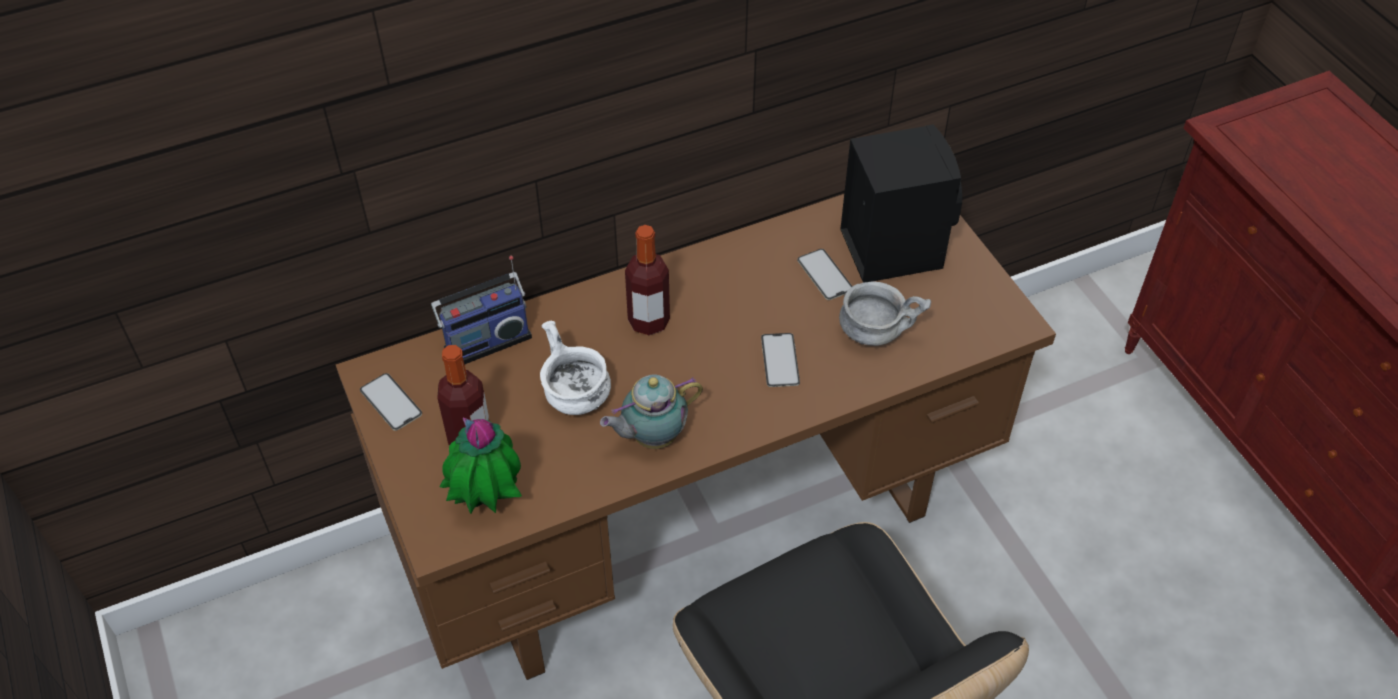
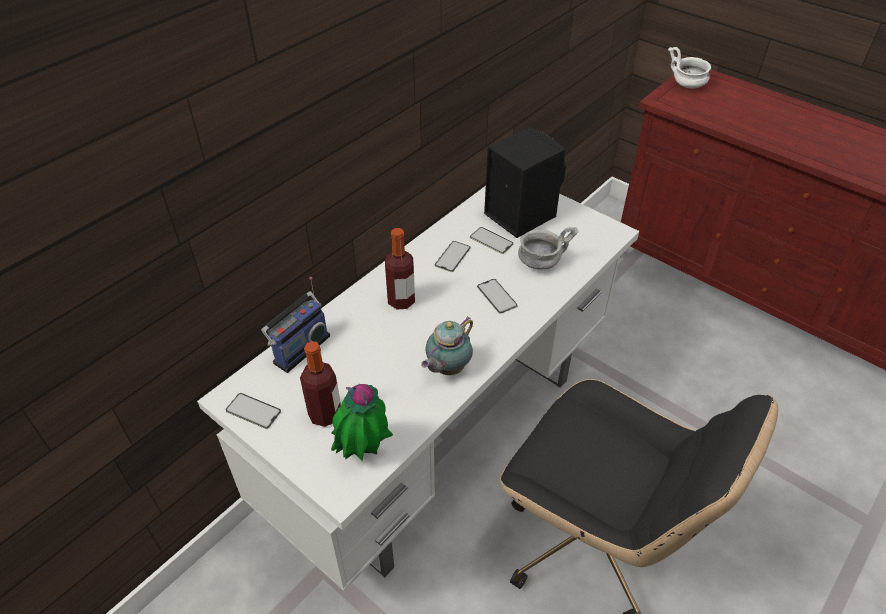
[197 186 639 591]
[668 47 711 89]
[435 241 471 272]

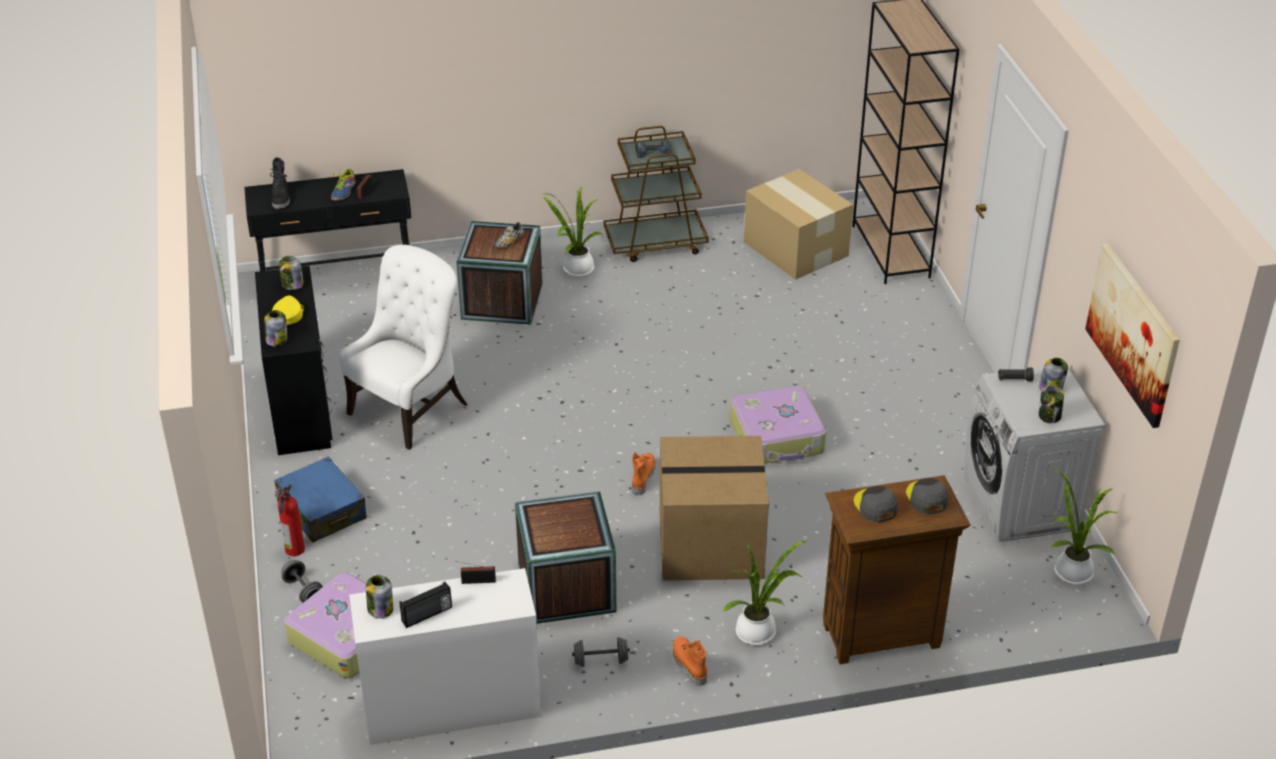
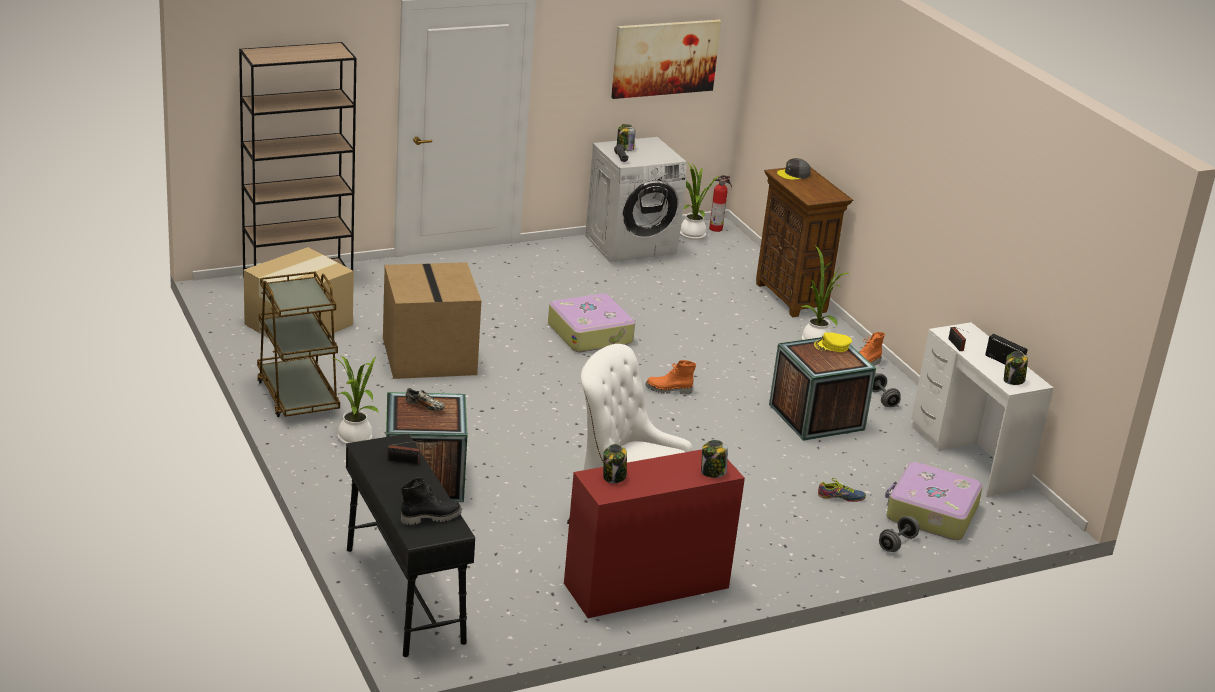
[564 449 745 618]
[814 332 852 352]
[274 457 367 543] (first image)
[709 175 732 232]
[818 478 866 502]
[635 139 672 159] (first image)
[383 262 481 379]
[854 486 898 523] (first image)
[1039 385 1064 423] (first image)

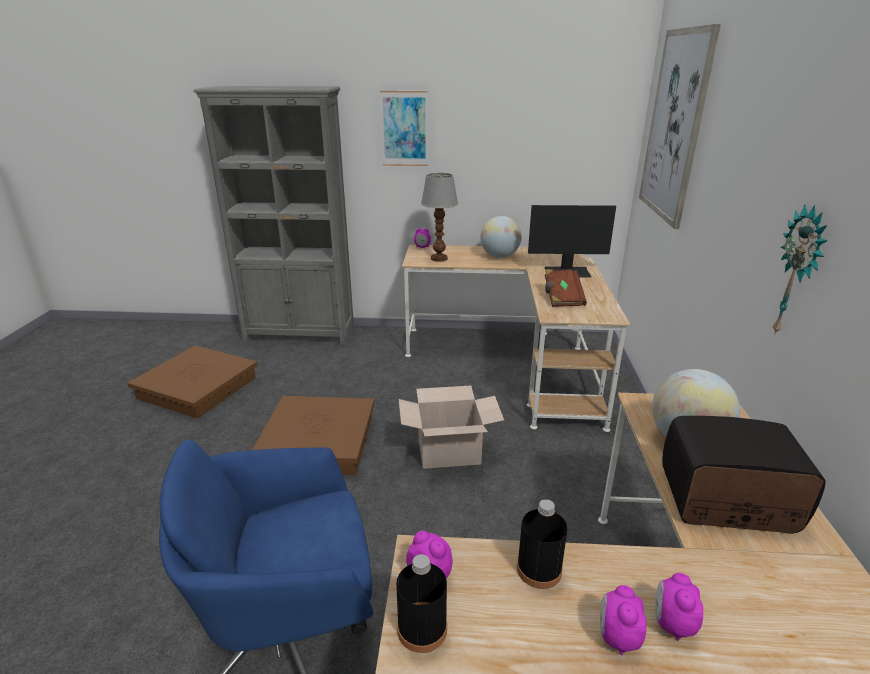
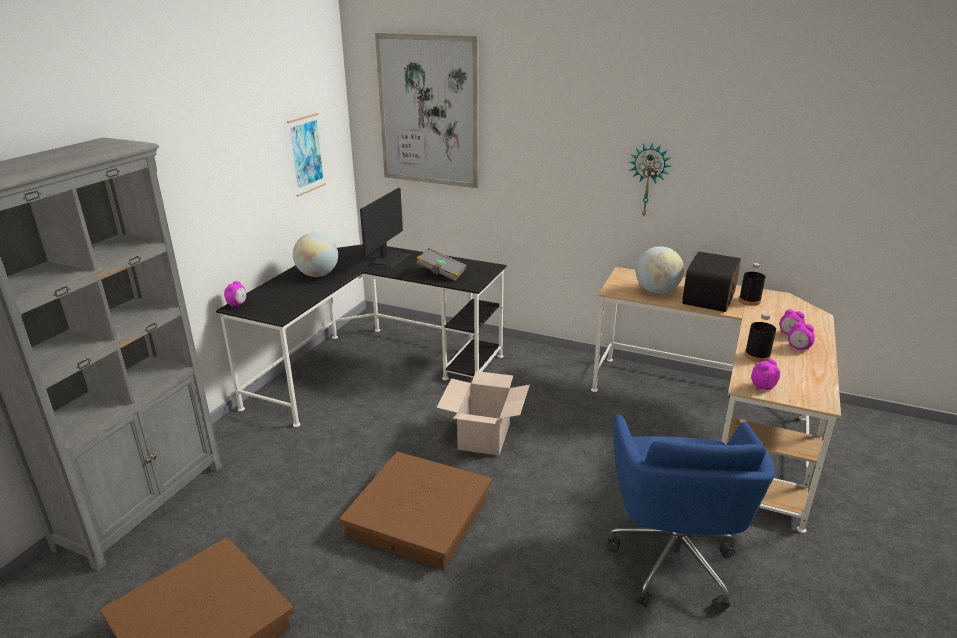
[287 113 326 197]
[739 263 766 306]
[216 244 507 427]
[421 173 458 262] (first image)
[416 248 467 281]

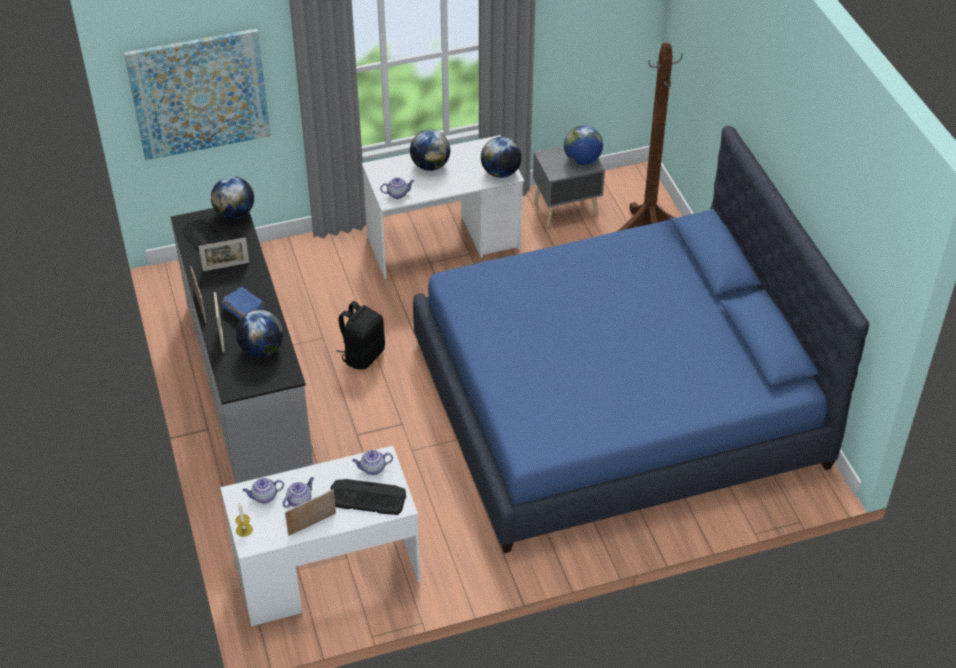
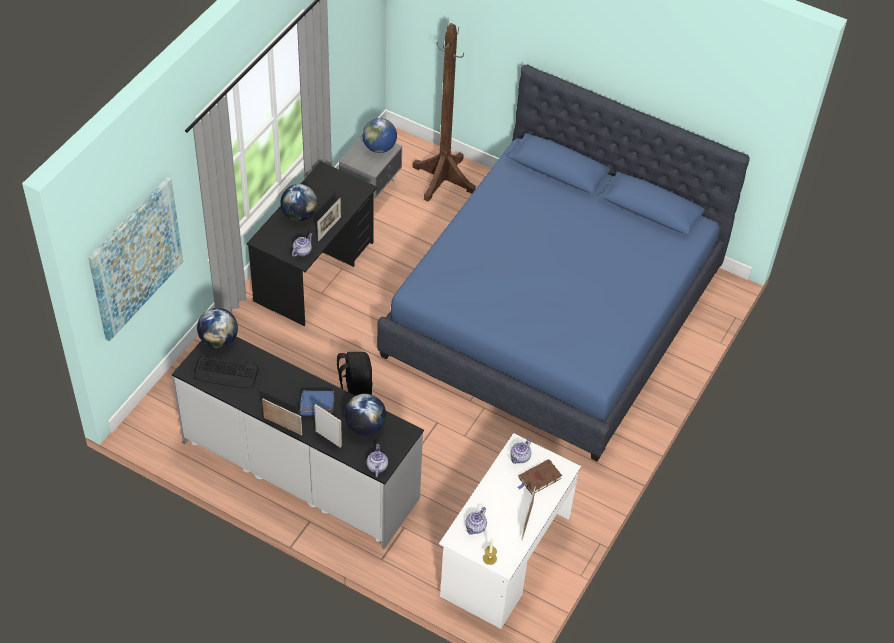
[317 198 341 241]
[366 443 388 477]
[518 459 562 494]
[247 161 377 326]
[481 137 522 178] (first image)

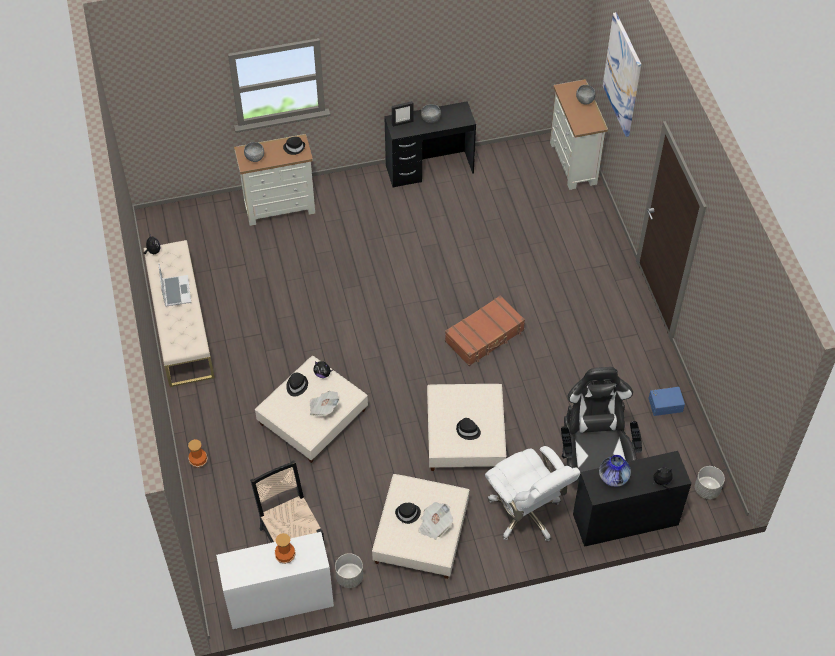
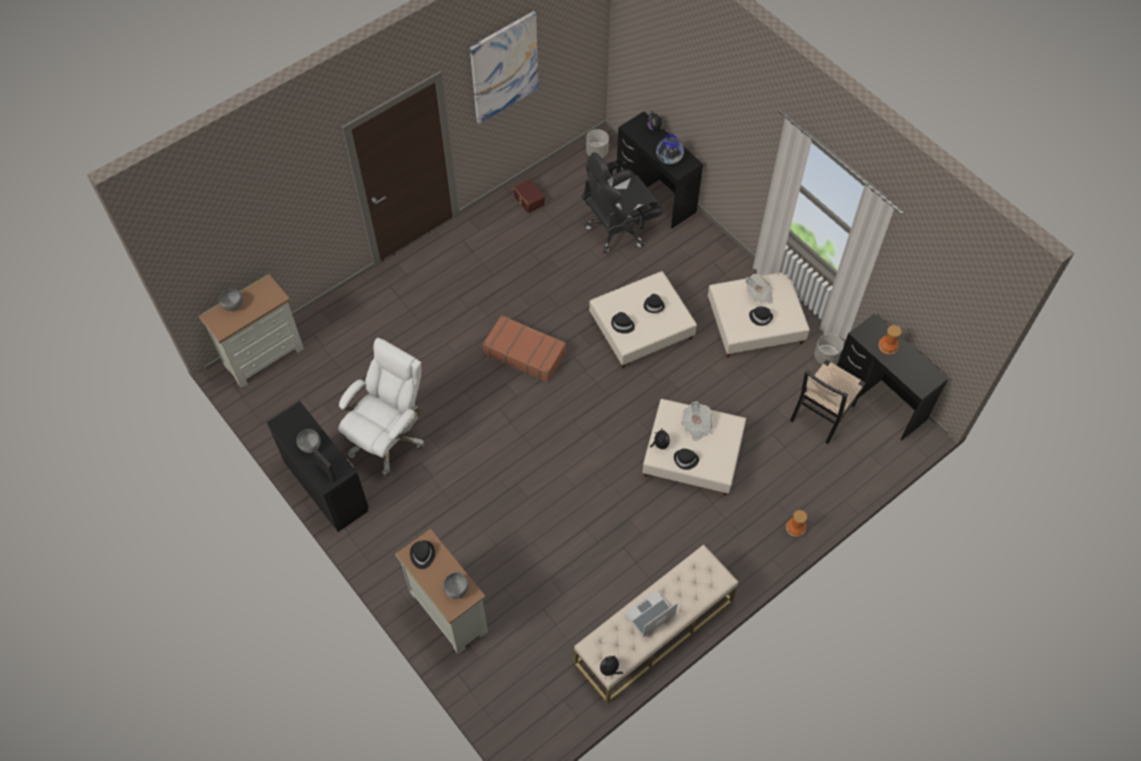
[837 313 948 440]
[338 338 424 476]
[470 11 538 124]
[513 179 545 213]
[611 312 635 334]

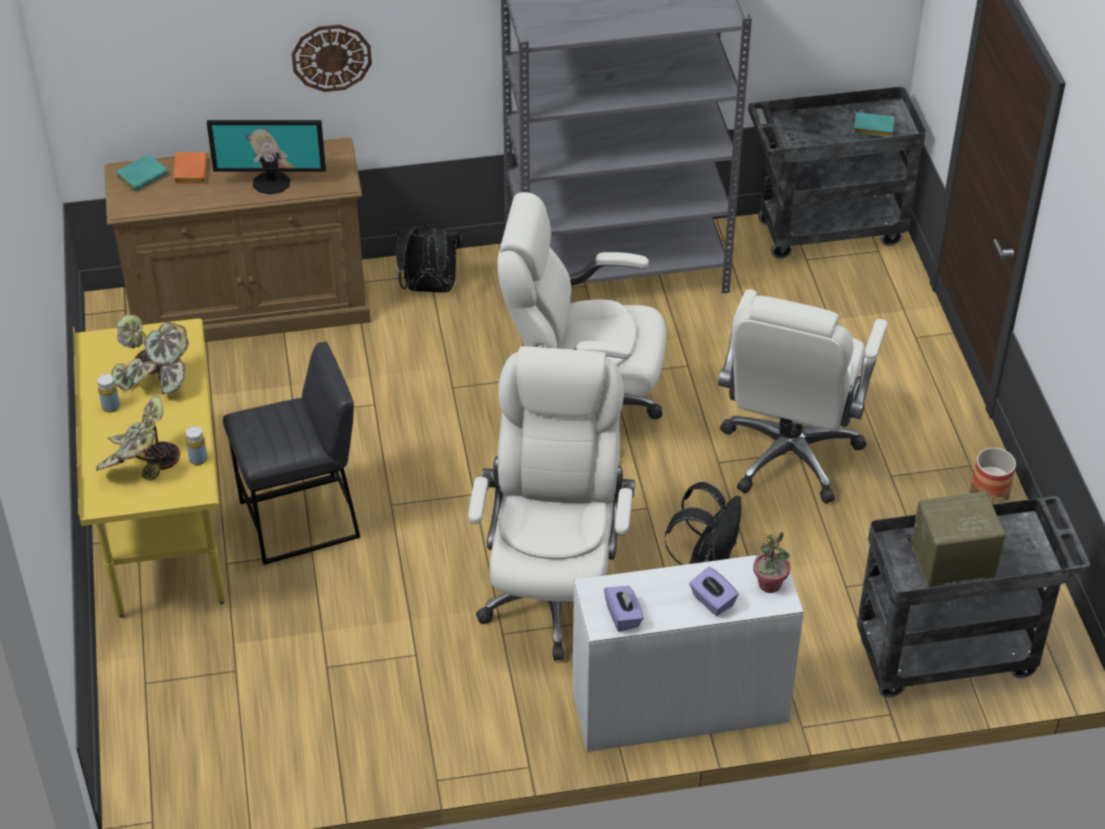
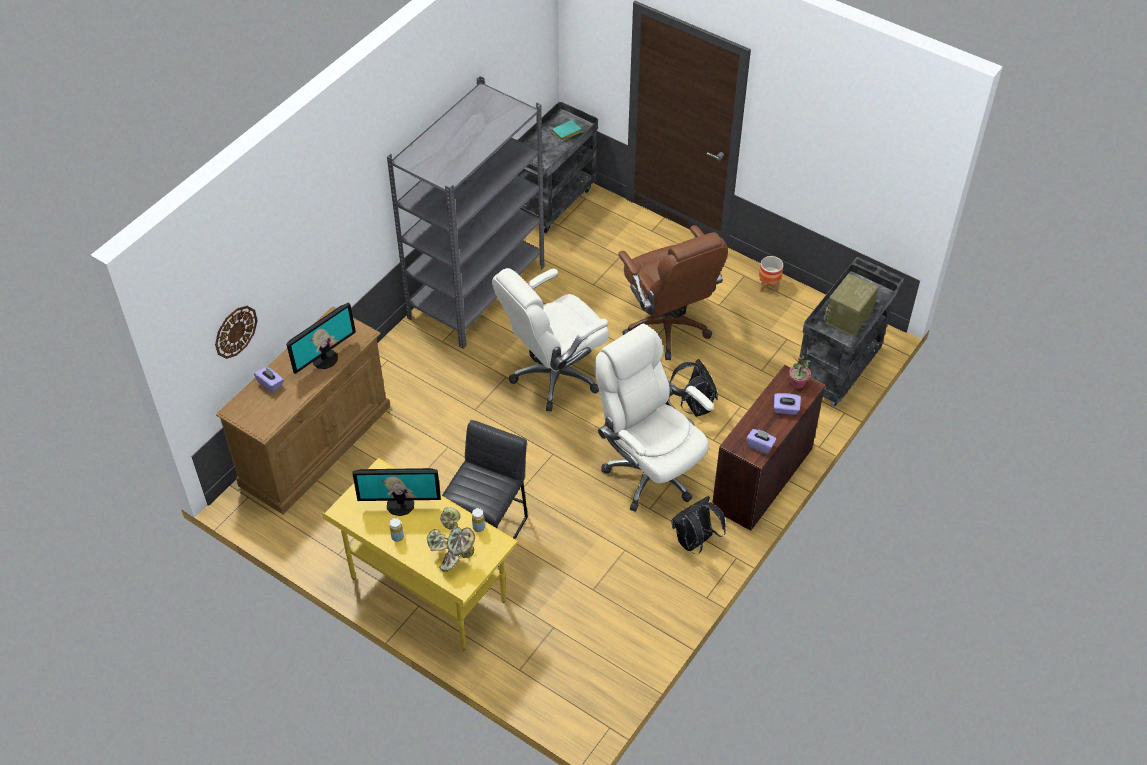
[353 468 441 516]
[116 154 168 192] (first image)
[254 367 283 393]
[215 306 258 359]
[672 496 726 554]
[712 365 825 531]
[618 225 728 360]

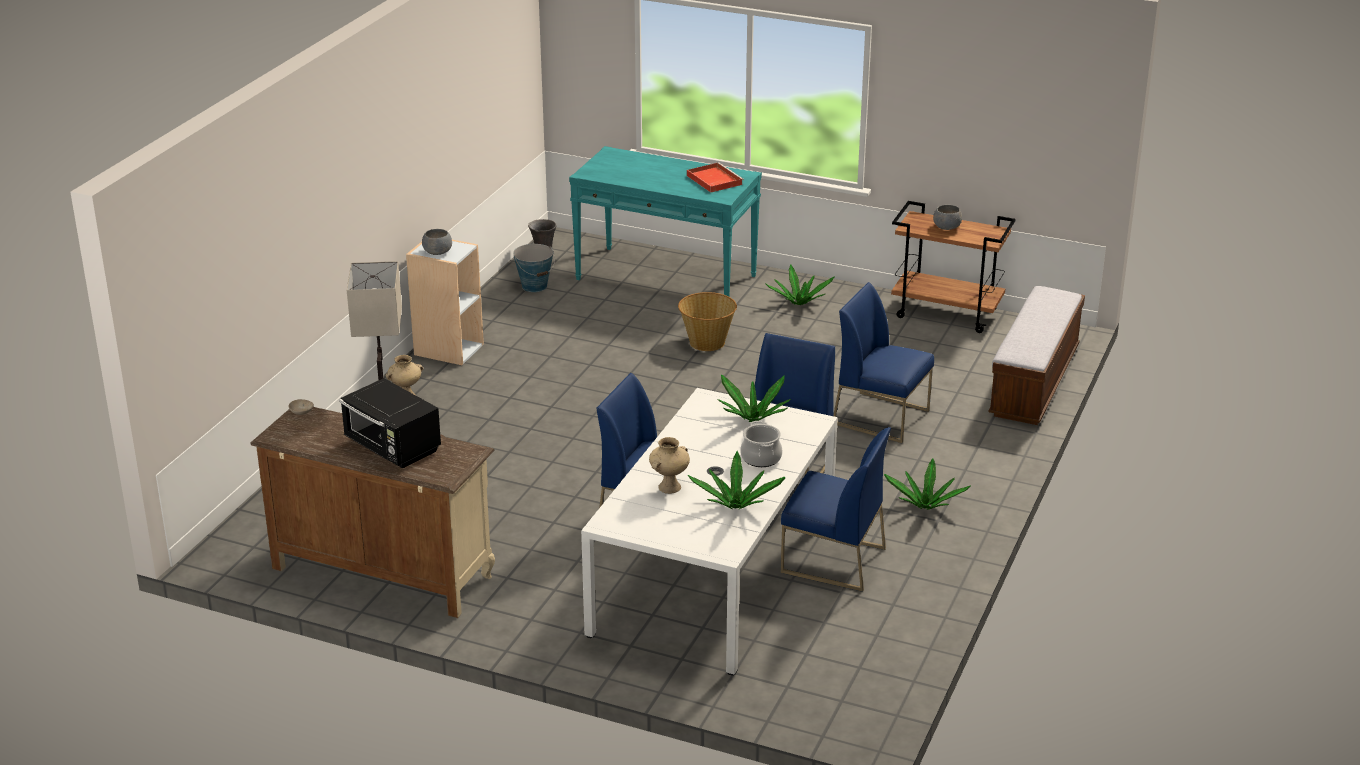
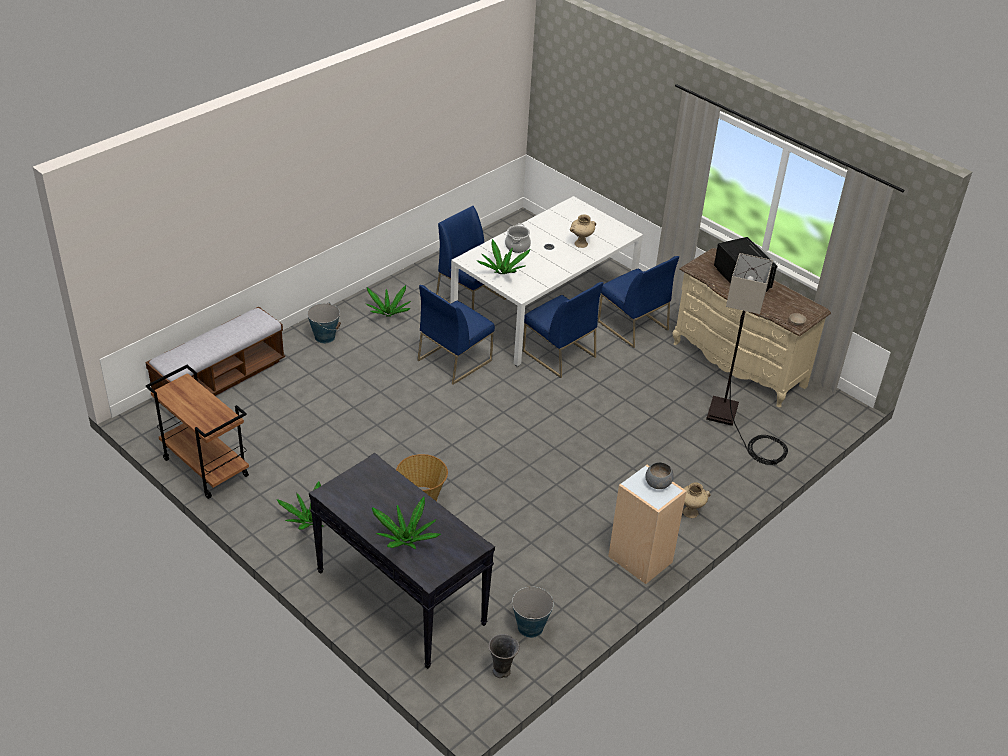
[309 453 495 669]
[687 162 744 193] (first image)
[372 497 441 549]
[598 256 679 348]
[933 205 962 230] (first image)
[307 302 341 343]

